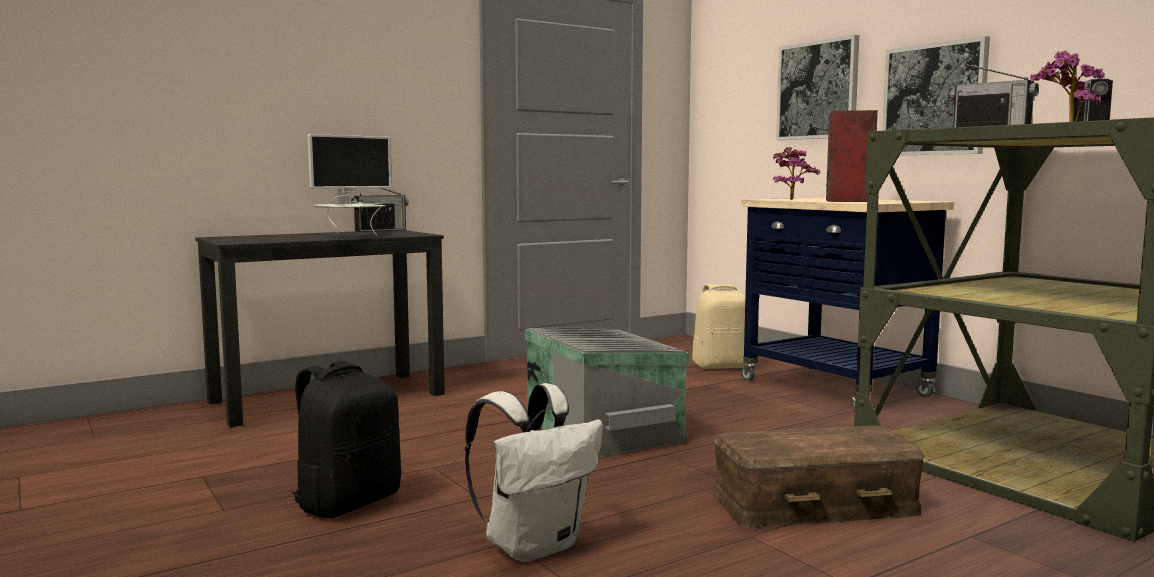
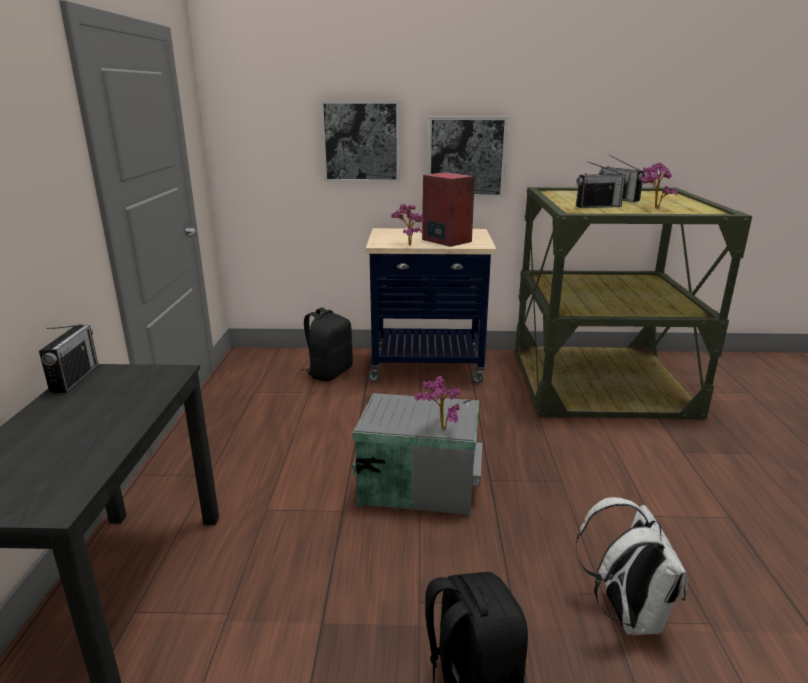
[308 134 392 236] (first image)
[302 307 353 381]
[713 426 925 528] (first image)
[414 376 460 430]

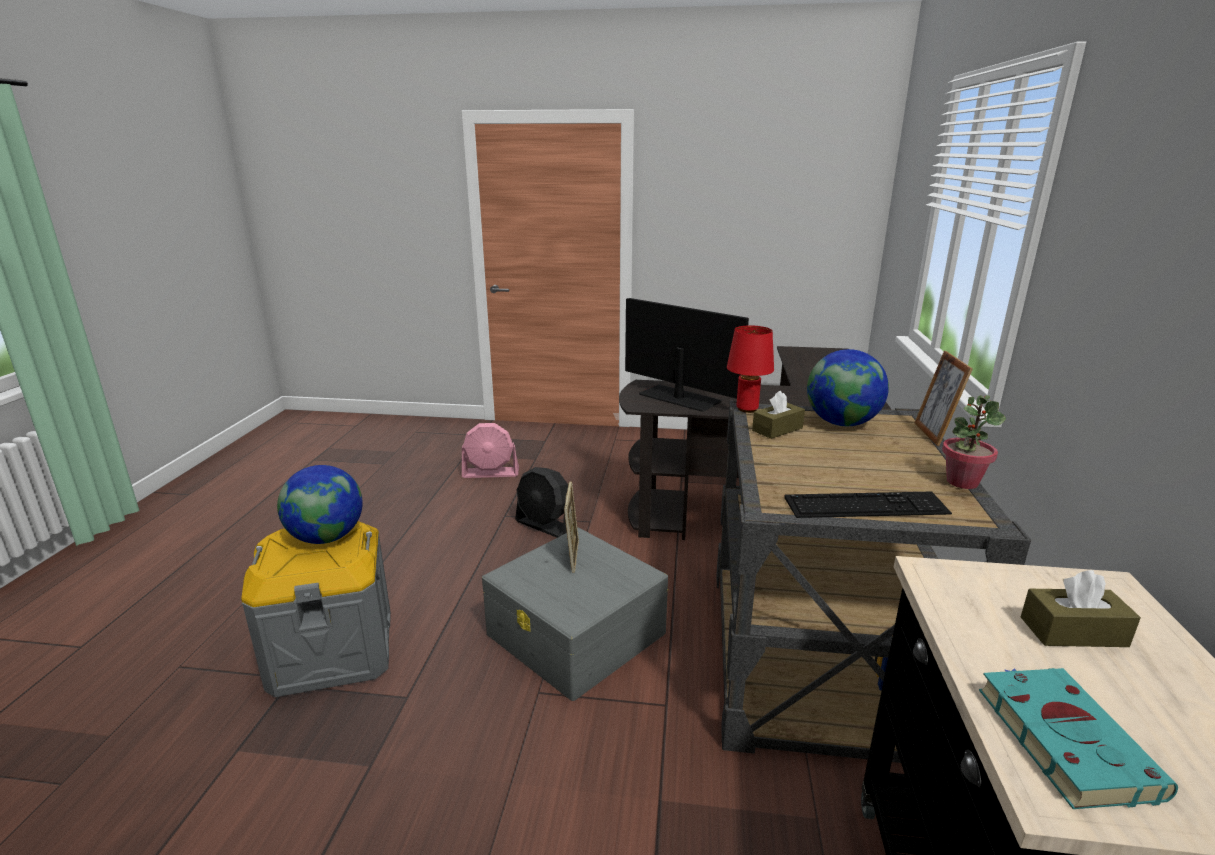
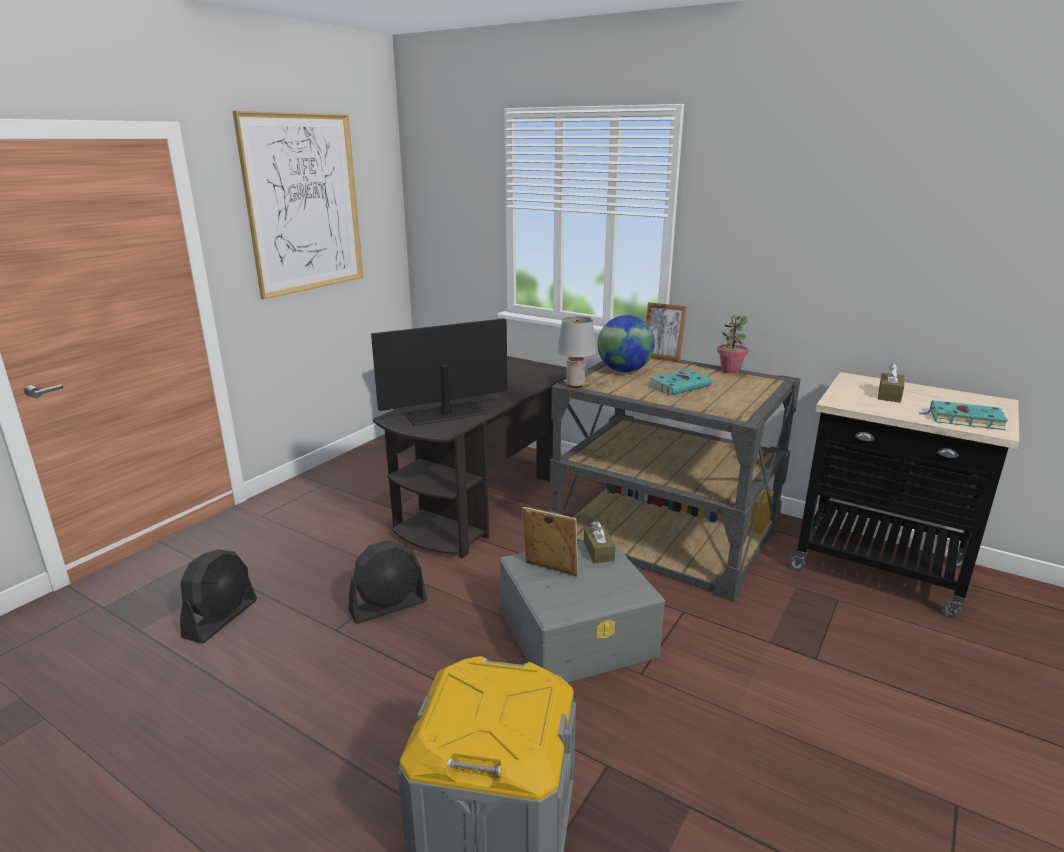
[277 465 363 544] (first image)
[180 550 257 644]
[557 316 596 388]
[584 521 615 563]
[784 491 952 518] (first image)
[233 111 364 299]
[649 369 712 395]

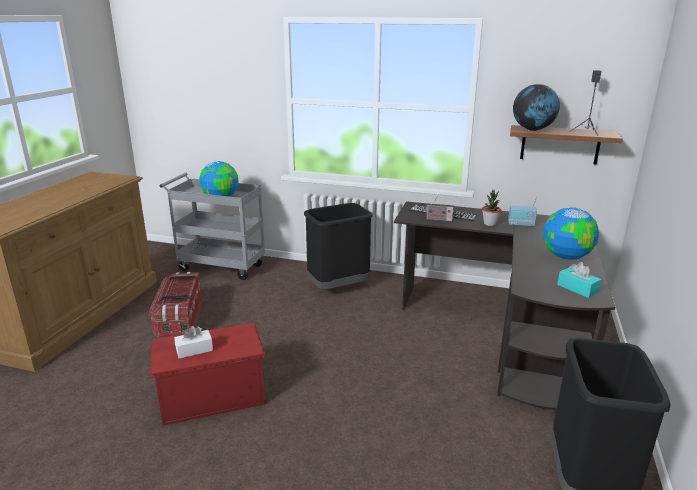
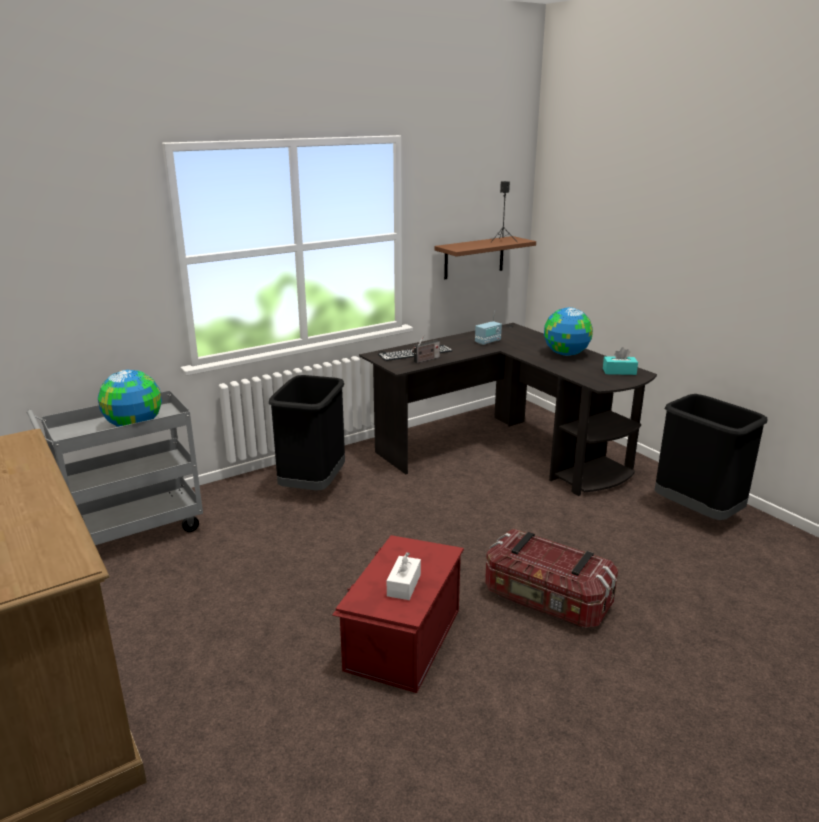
[485 529 618 628]
[482 190 501 226] (first image)
[513 84 560 131] (first image)

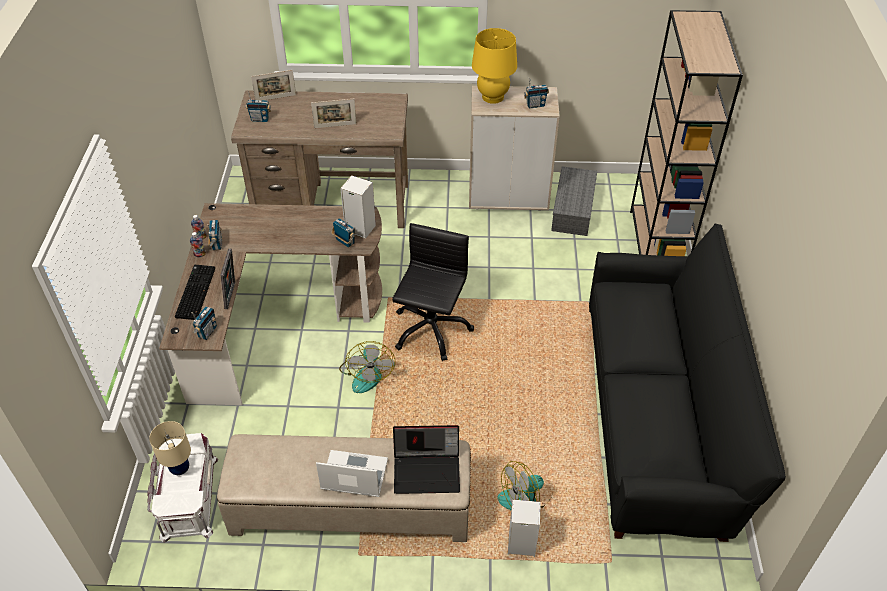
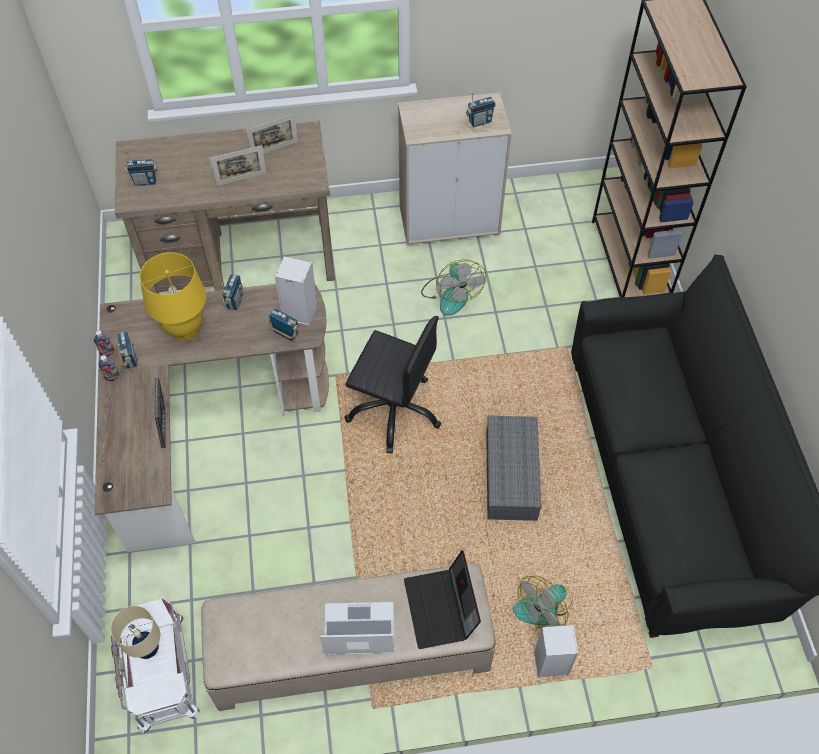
[175 265 215 320] (first image)
[221 274 243 310]
[246 114 299 153]
[421 259 486 316]
[345 316 441 454]
[404 550 481 649]
[140 252 206 340]
[486 416 542 521]

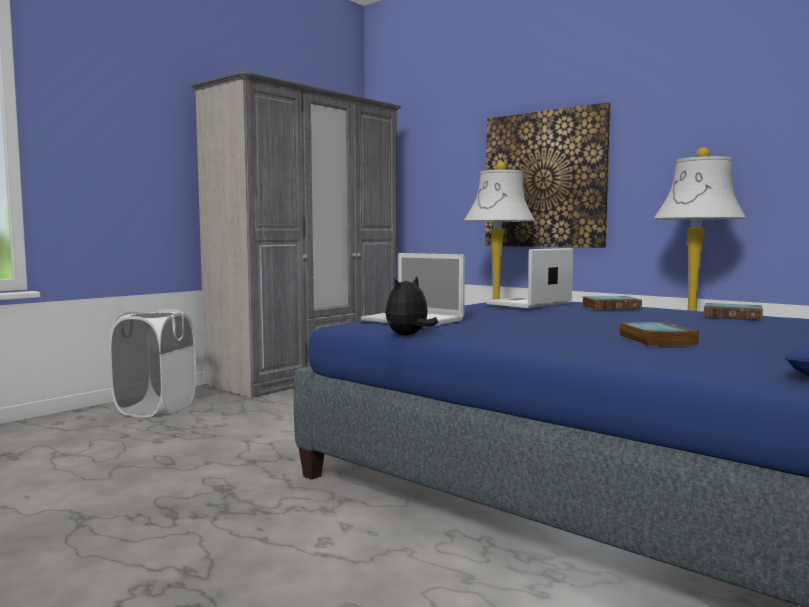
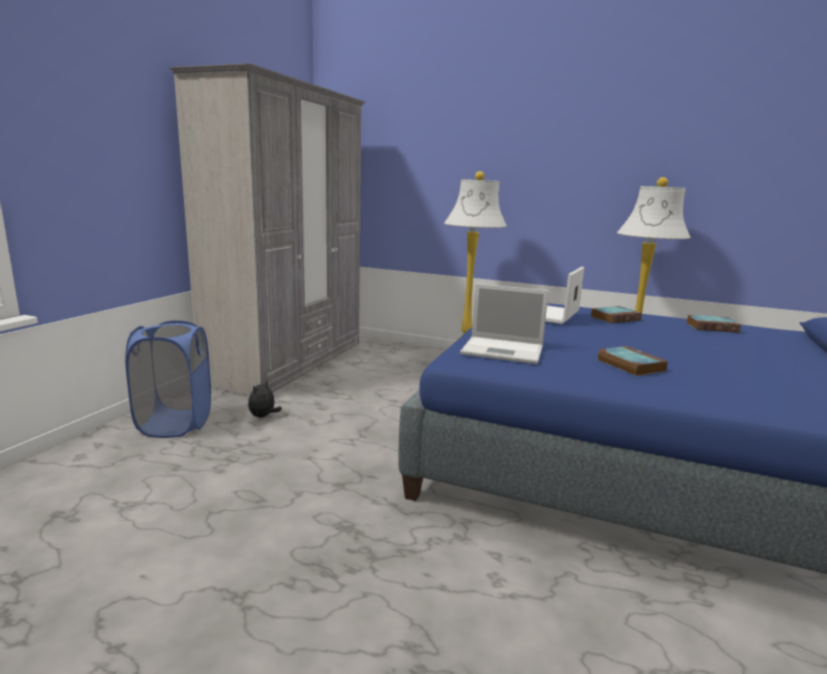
[125 321 211 438]
[248 379 282 417]
[485 102 611 248] (first image)
[597 346 668 376]

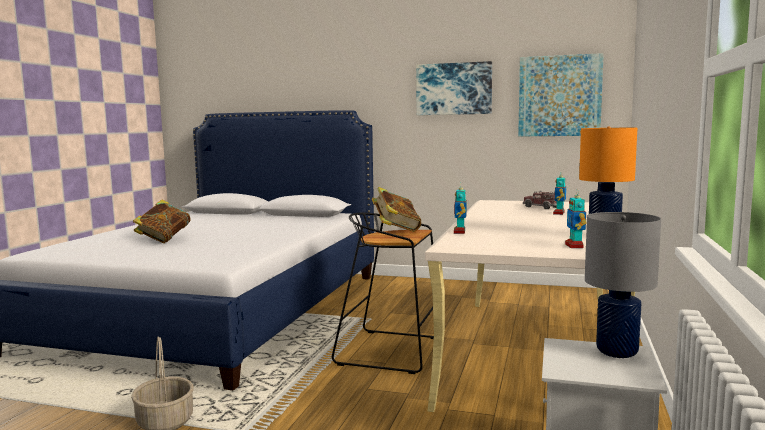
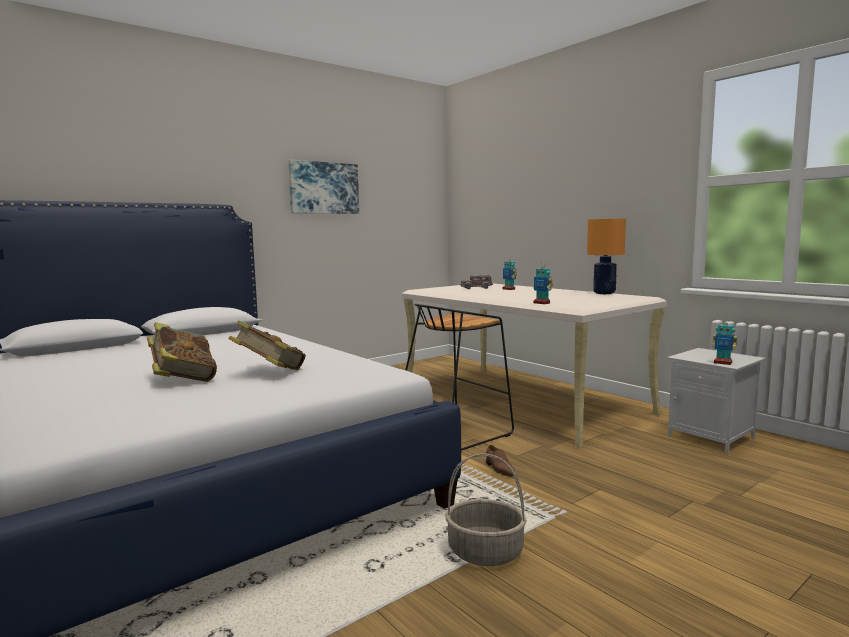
[228 320 306 370]
[518 53 604 136] (first image)
[712 318 737 365]
[585 212 661 358] (first image)
[486 445 515 477]

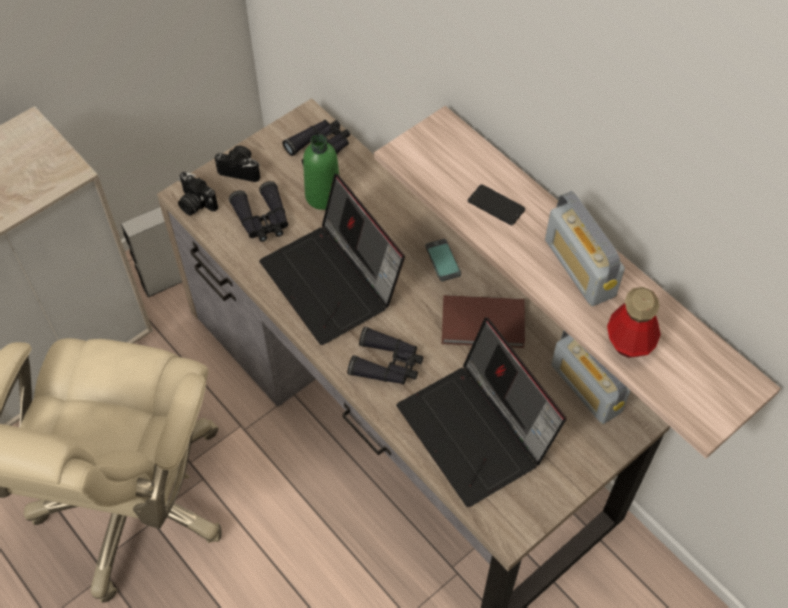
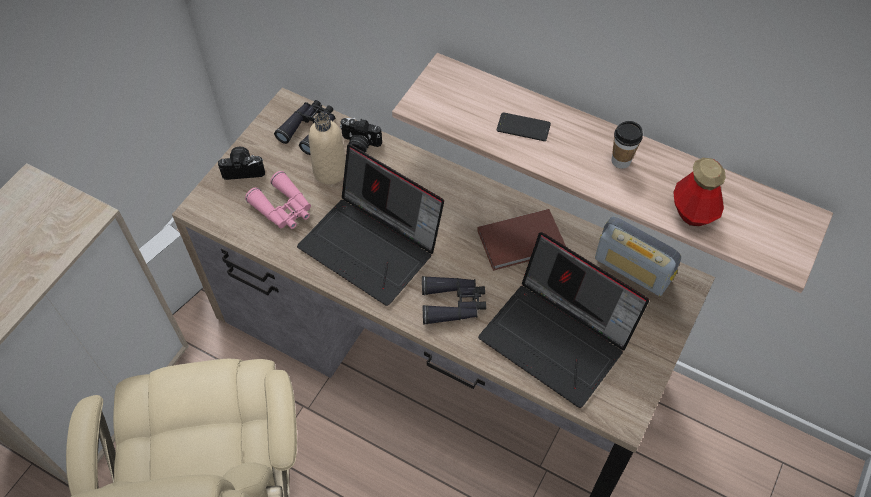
[340 118 382 152]
[245 171 311 229]
[308 113 346 185]
[425 239 461 281] (first image)
[612 121 643 169]

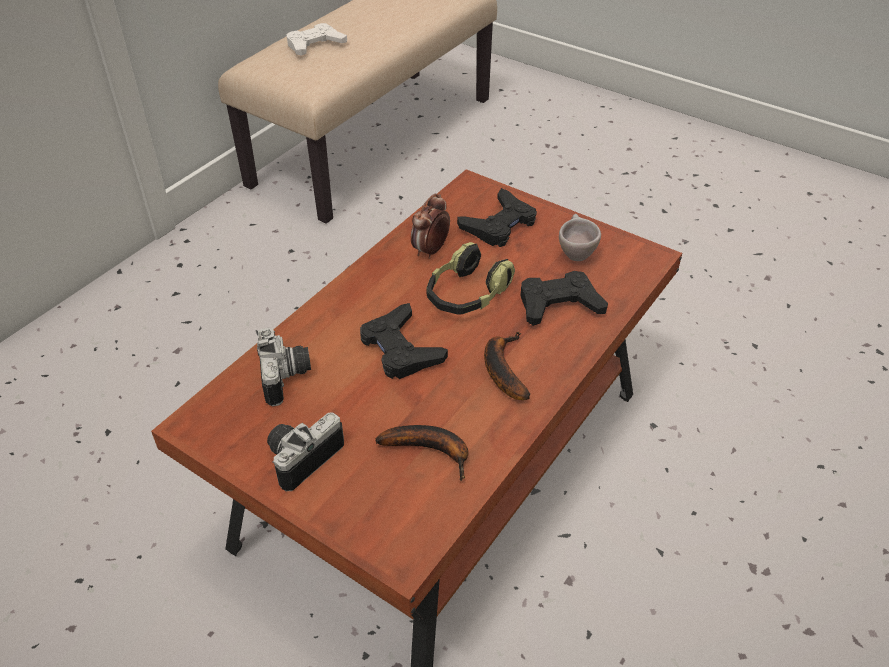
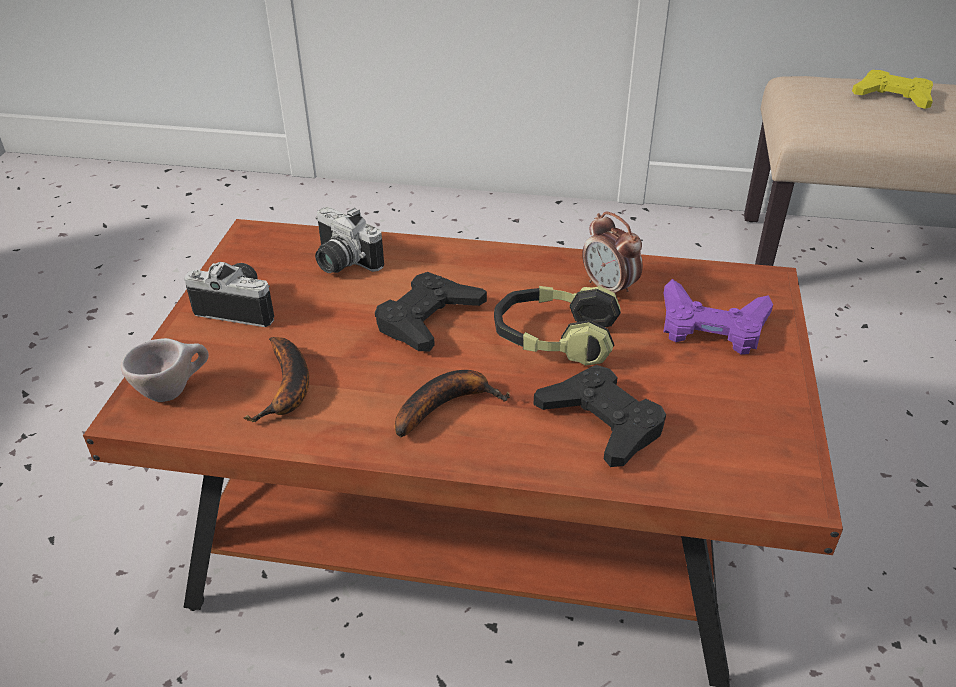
[315 207 384 273]
[852 70 933 109]
[582 212 643 300]
[663 279 773 354]
[121 338 209 402]

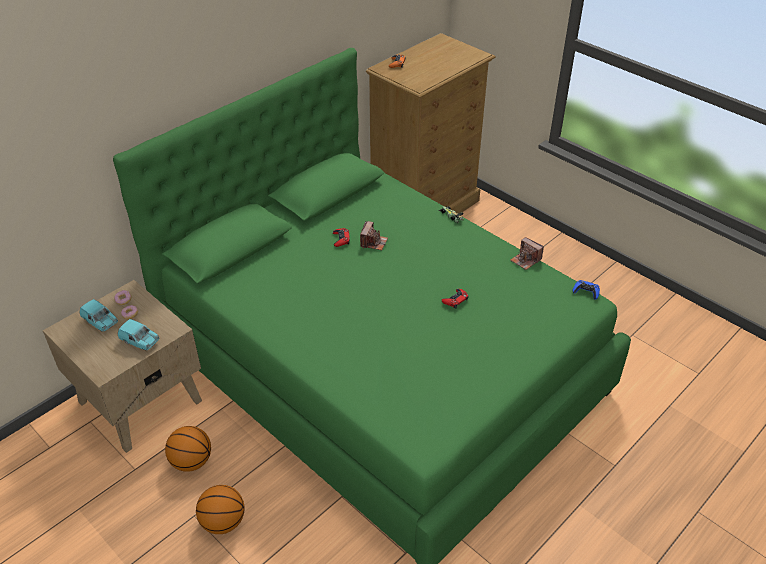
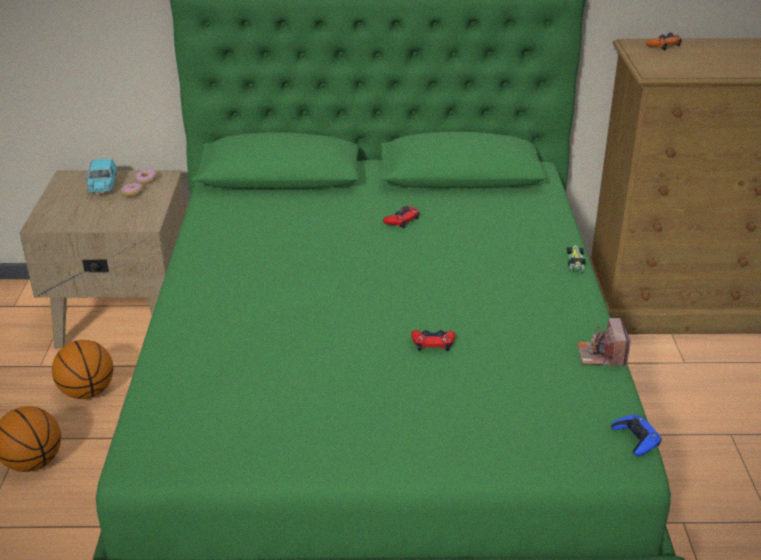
[118 319 159 350] (first image)
[360 221 388 250] (first image)

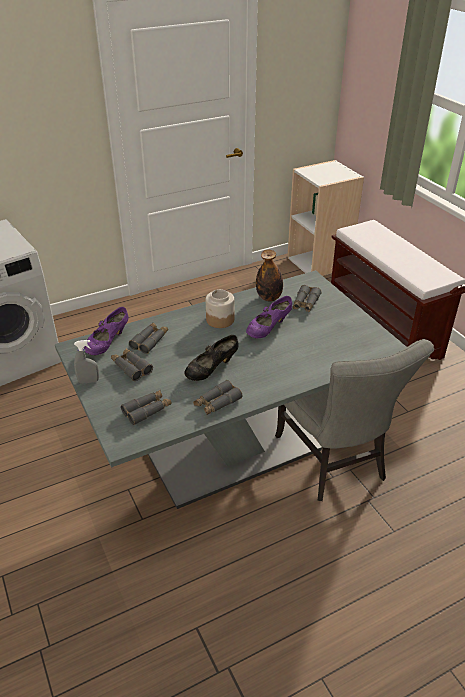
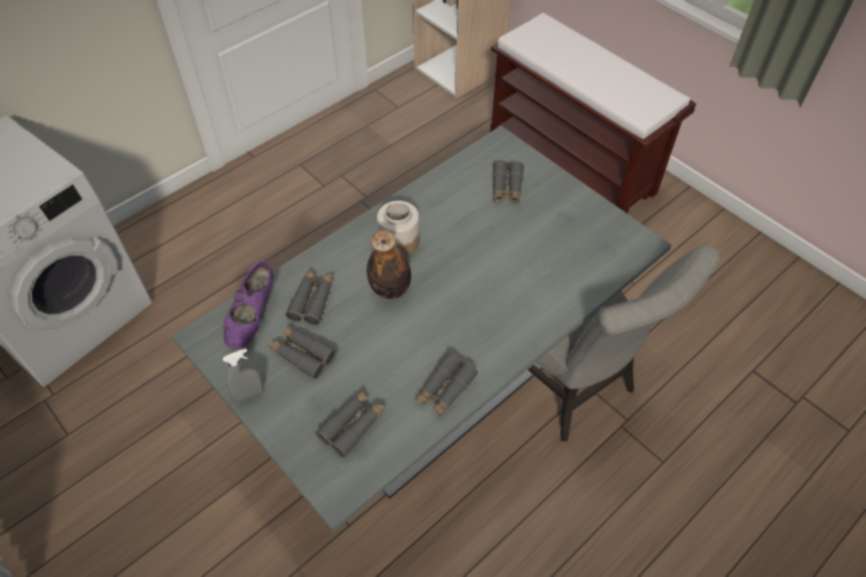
[184 335 239 381] (first image)
[246 296 292 339] (first image)
[367 230 411 299]

